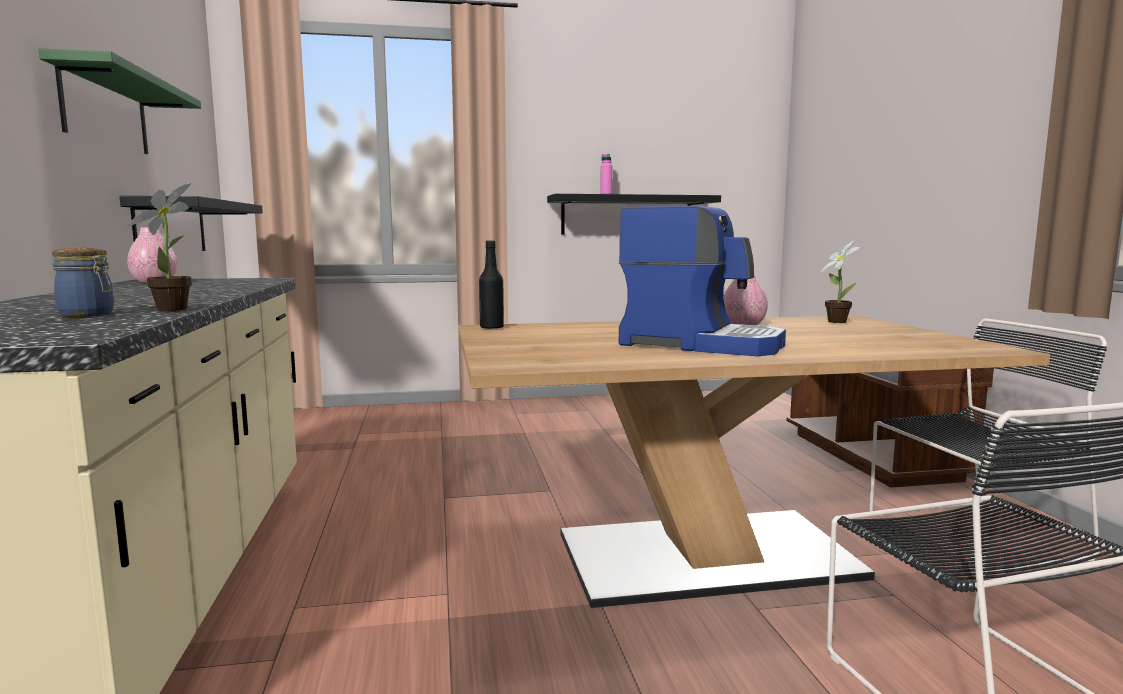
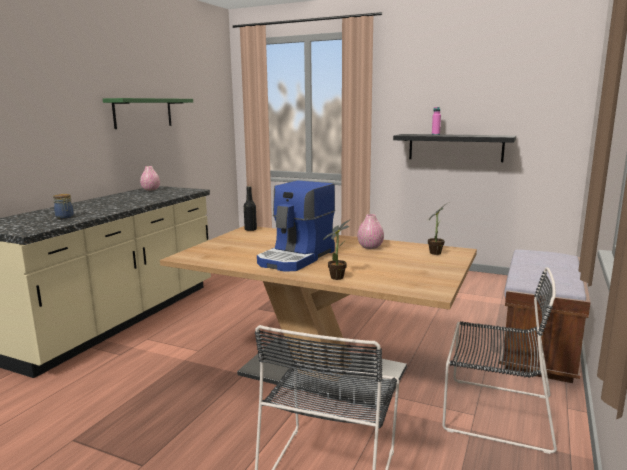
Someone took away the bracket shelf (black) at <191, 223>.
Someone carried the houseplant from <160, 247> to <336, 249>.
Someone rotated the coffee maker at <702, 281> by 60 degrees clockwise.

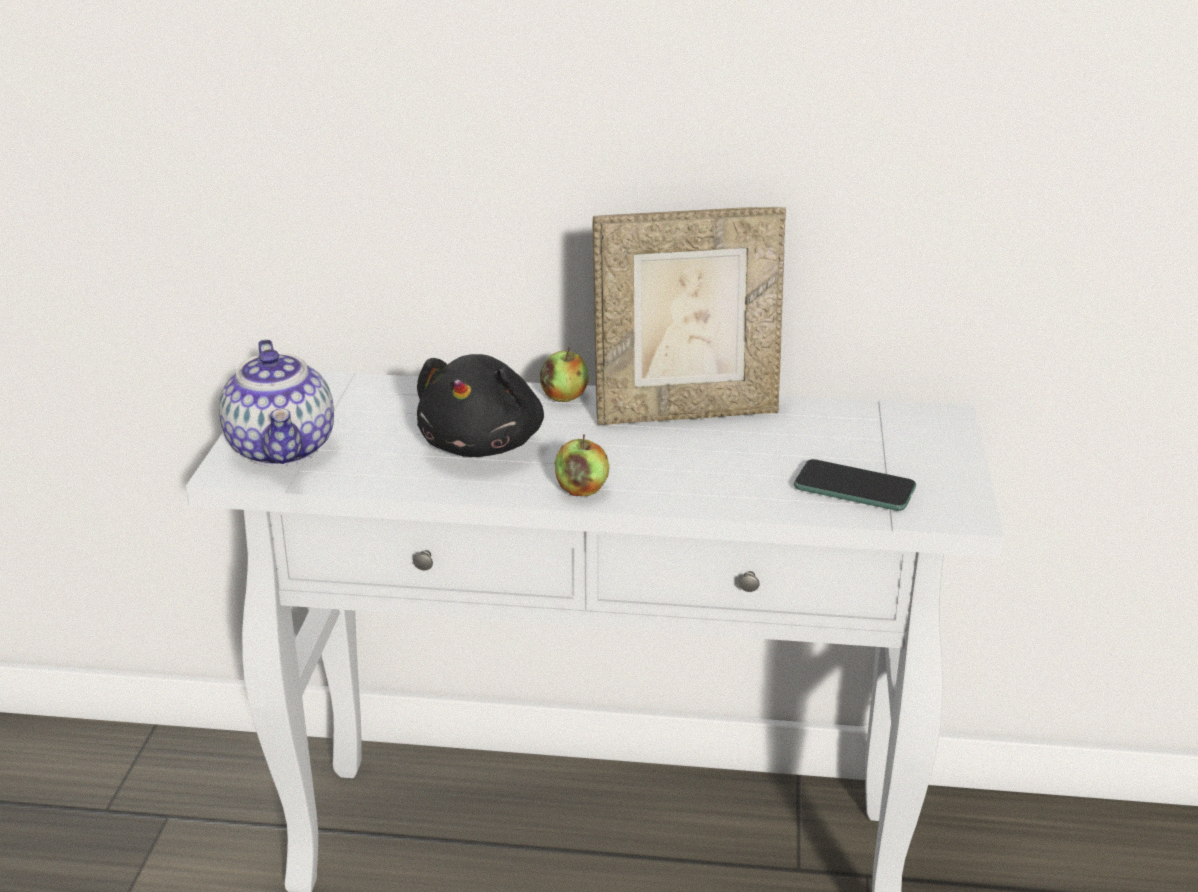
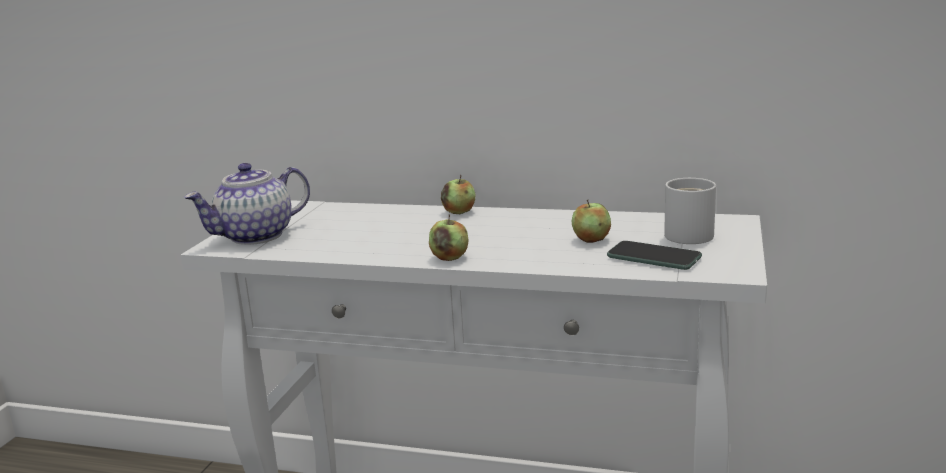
Someone took away the soft toy (black) at <480, 405>.
Someone took away the picture frame at <689, 316>.
Someone put down the apple fruit at <591, 221>.
Someone put down the mug (whitish) at <690, 211>.
Someone rotated the tea pot at <276, 402> by 60 degrees clockwise.

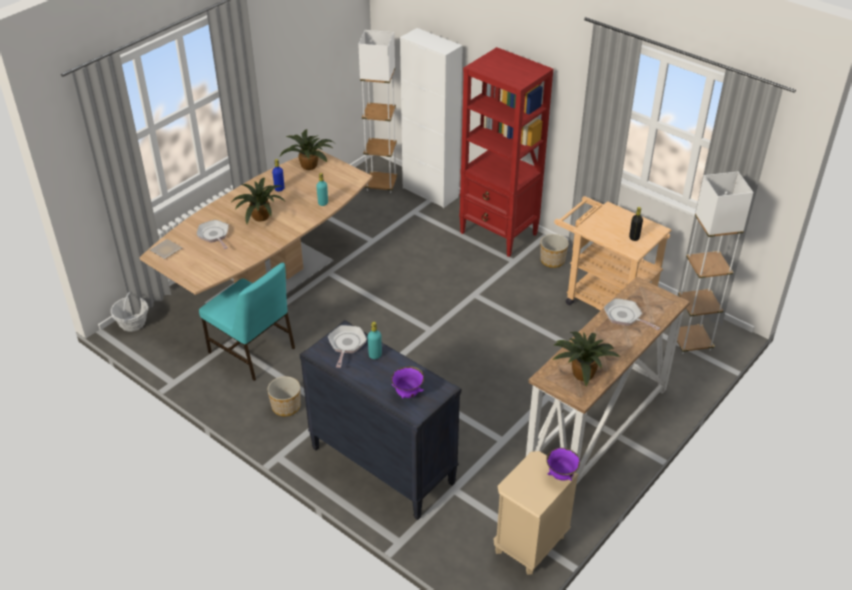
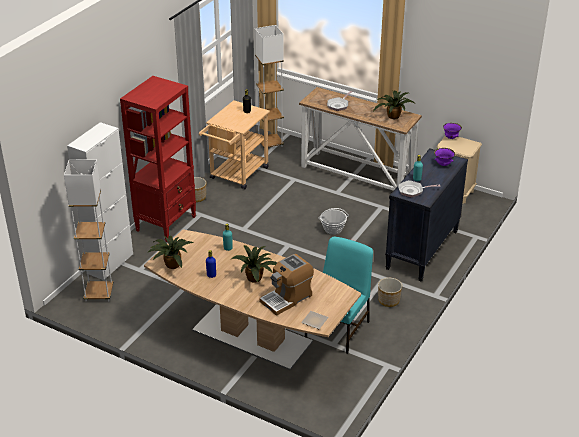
Someone carried the household basket from <129, 312> to <333, 221>.
Someone swapped the pan at <213, 234> for the coffee maker at <286, 285>.

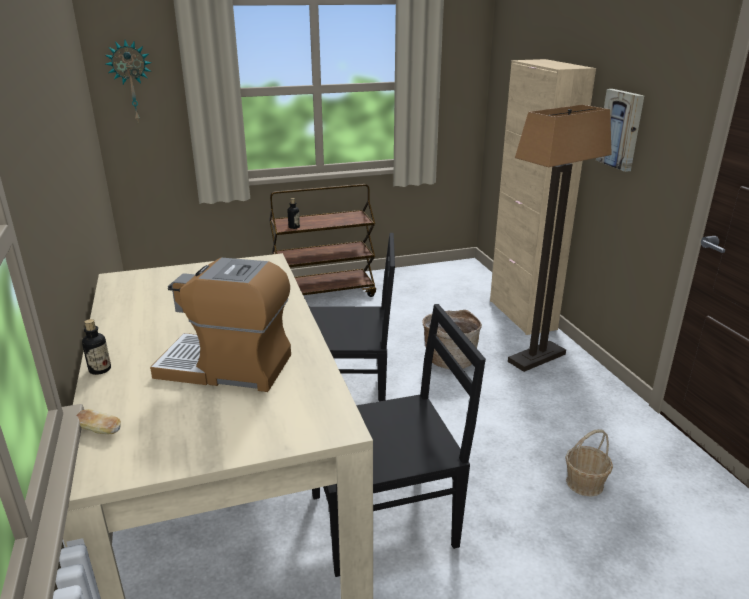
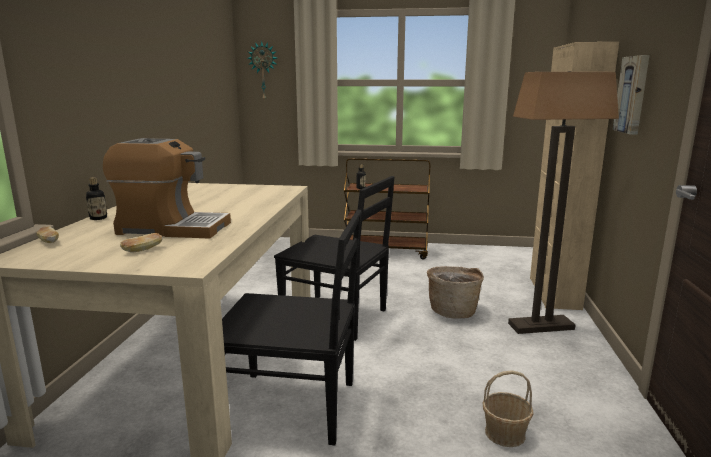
Someone put down the bakery bread at <141, 242>.
Someone rotated the coffee maker at <220, 324> by 150 degrees clockwise.

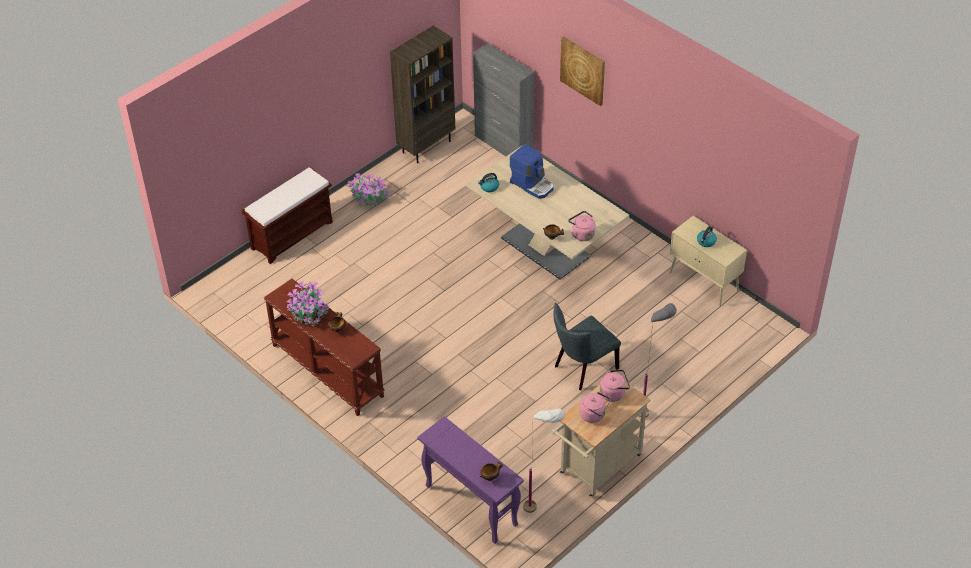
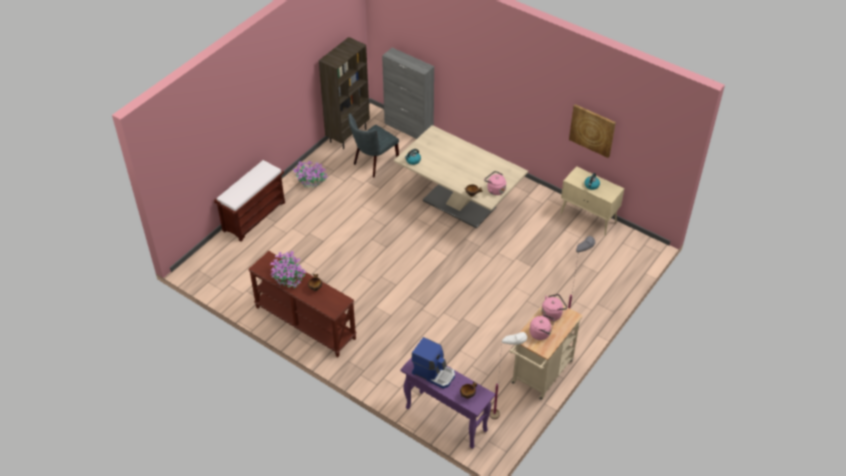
Someone carried the coffee maker from <532, 171> to <433, 363>.
Someone carried the chair (grey) from <587, 346> to <374, 145>.
Someone carried the wall picture from <582, 71> to <592, 131>.

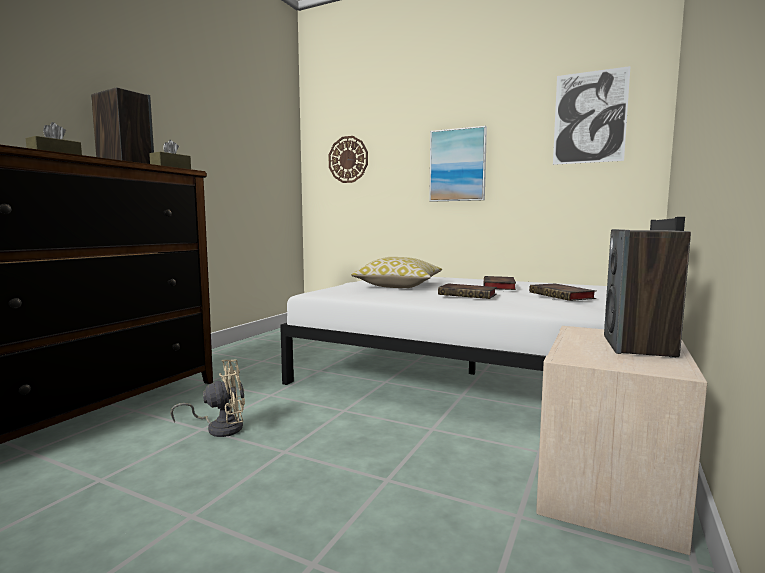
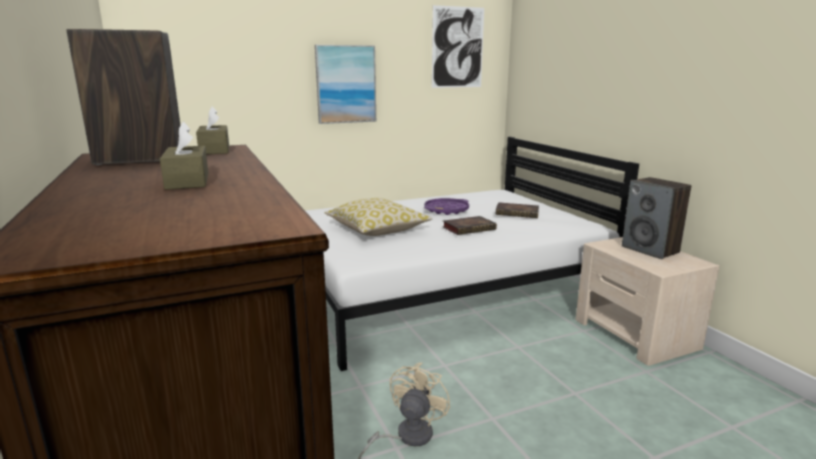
Someone took away the hanging clock at <348, 159>.
Someone swapped the bound book at <500, 283> for the carrying tray (purple) at <446, 206>.

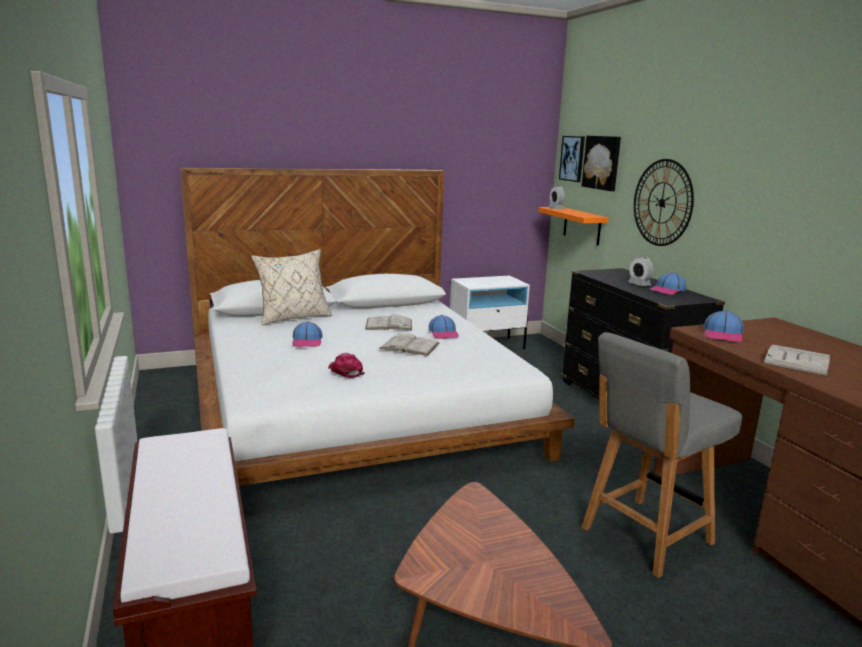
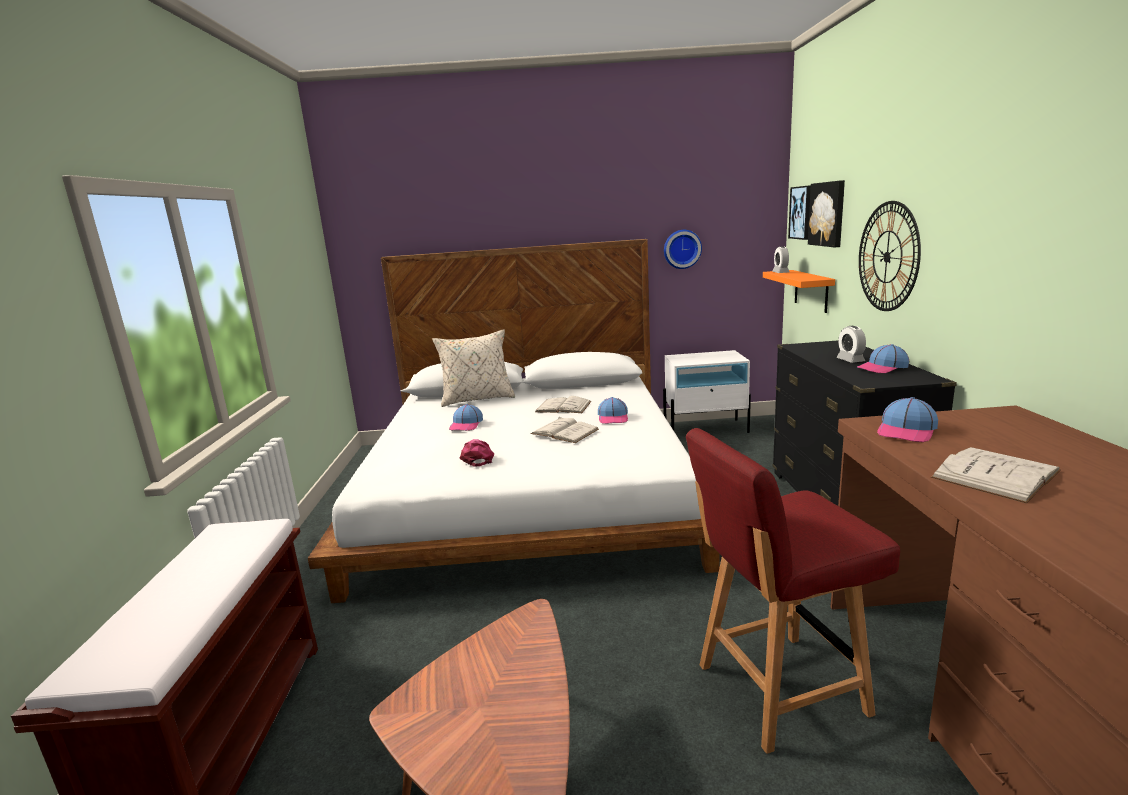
Someone put up the hanging clock at <683, 249>.
Someone repainted the chair (grey) at <662, 455>, which became the chair (red-coloured) at <793, 591>.

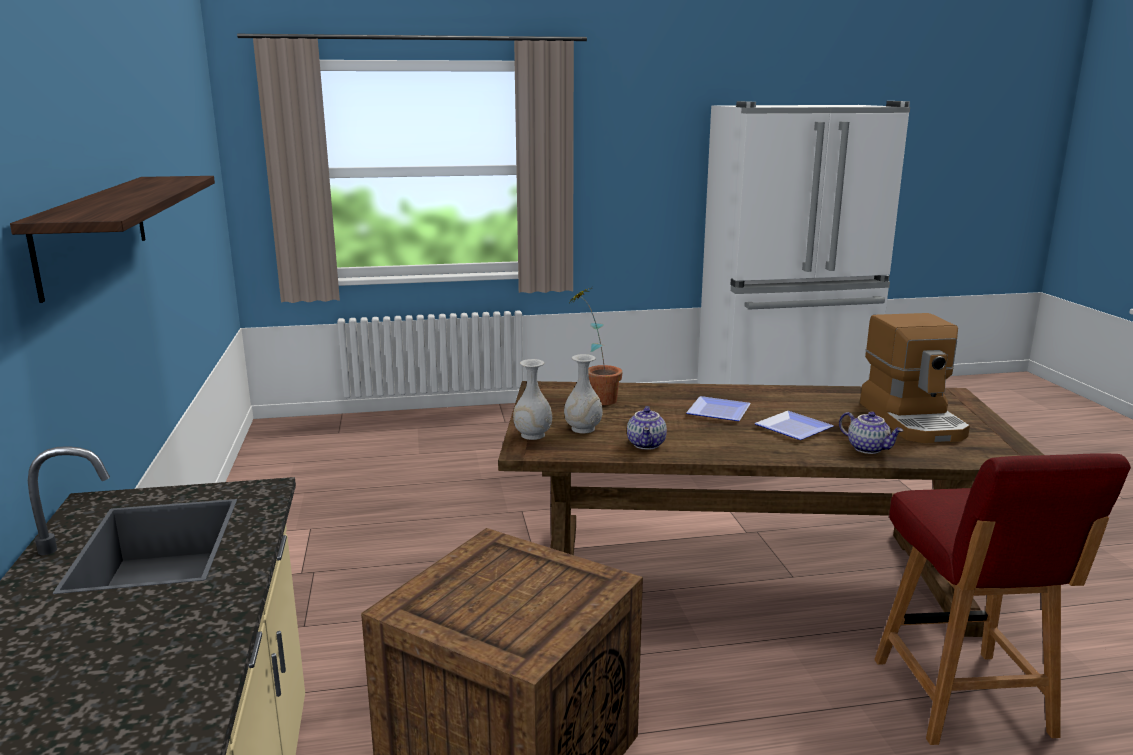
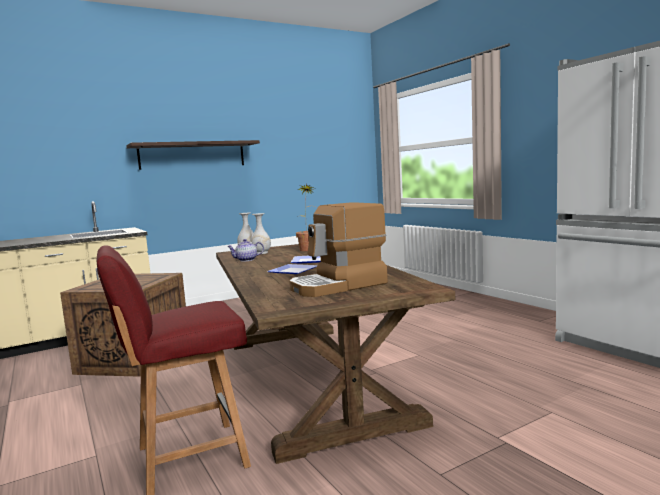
Someone took away the tea pot at <871, 433>.

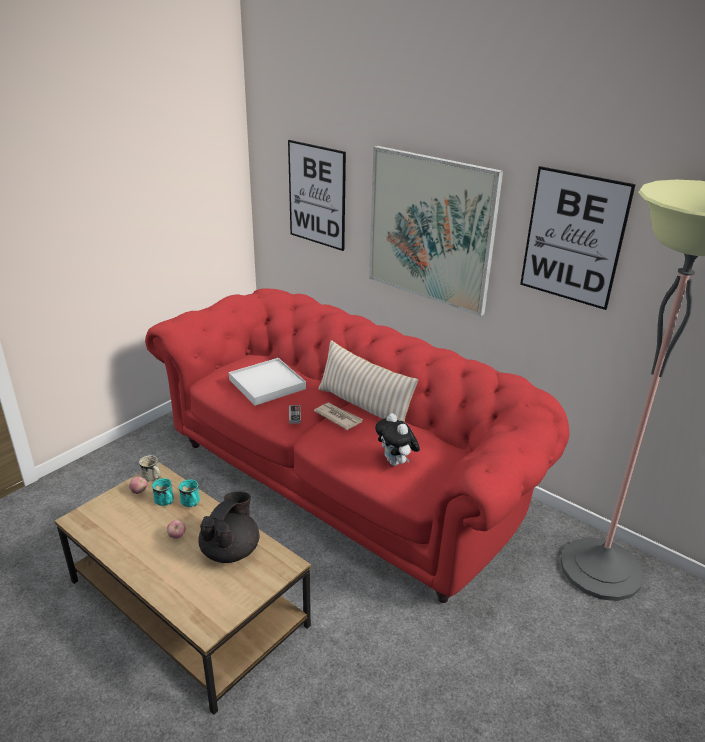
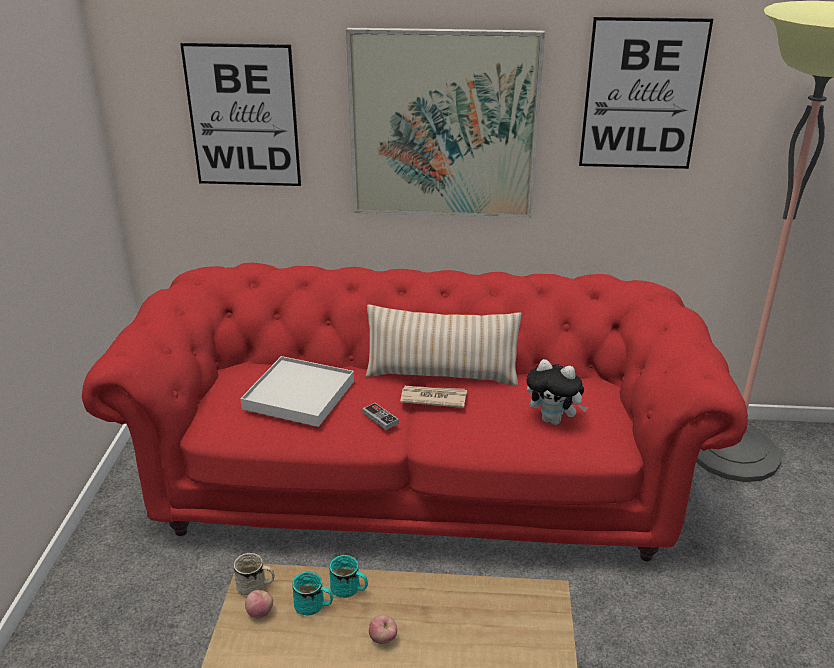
Someone took away the tea pot (black) at <228, 527>.

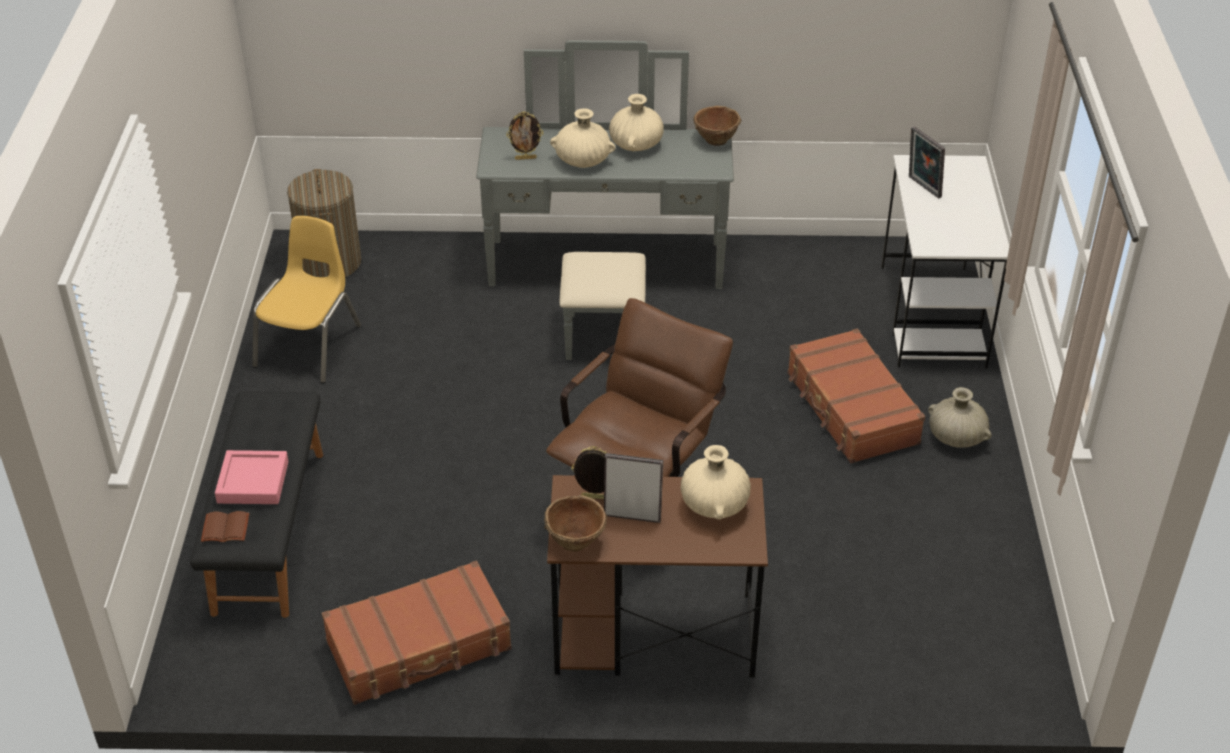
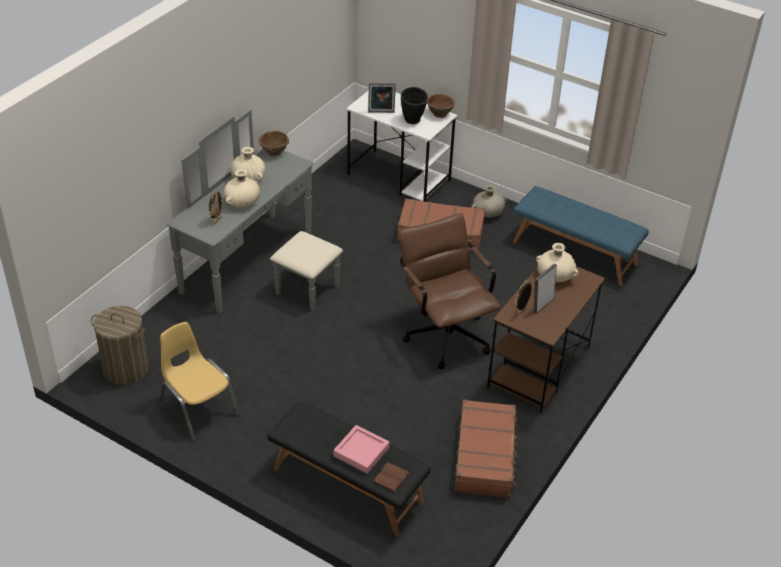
Someone put down the decorative vase (black) at <414, 105>.
Someone put down the indoor bench (blue) at <581, 236>.
Someone carried the serving bowl (brown-coloured) from <575, 523> to <441, 106>.

